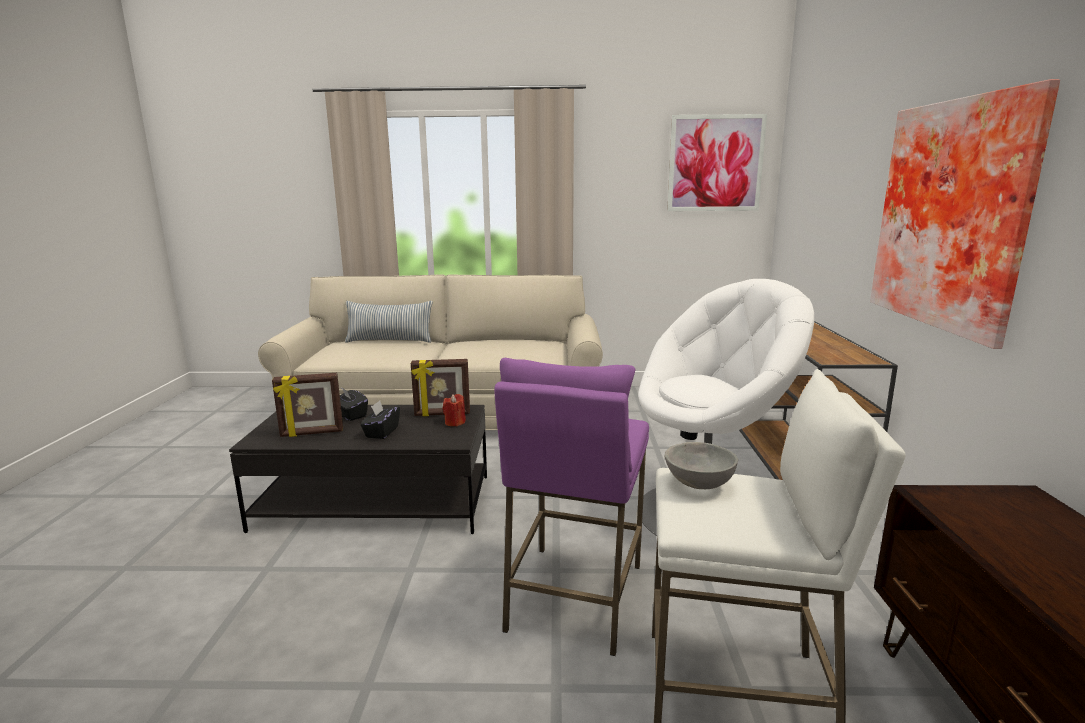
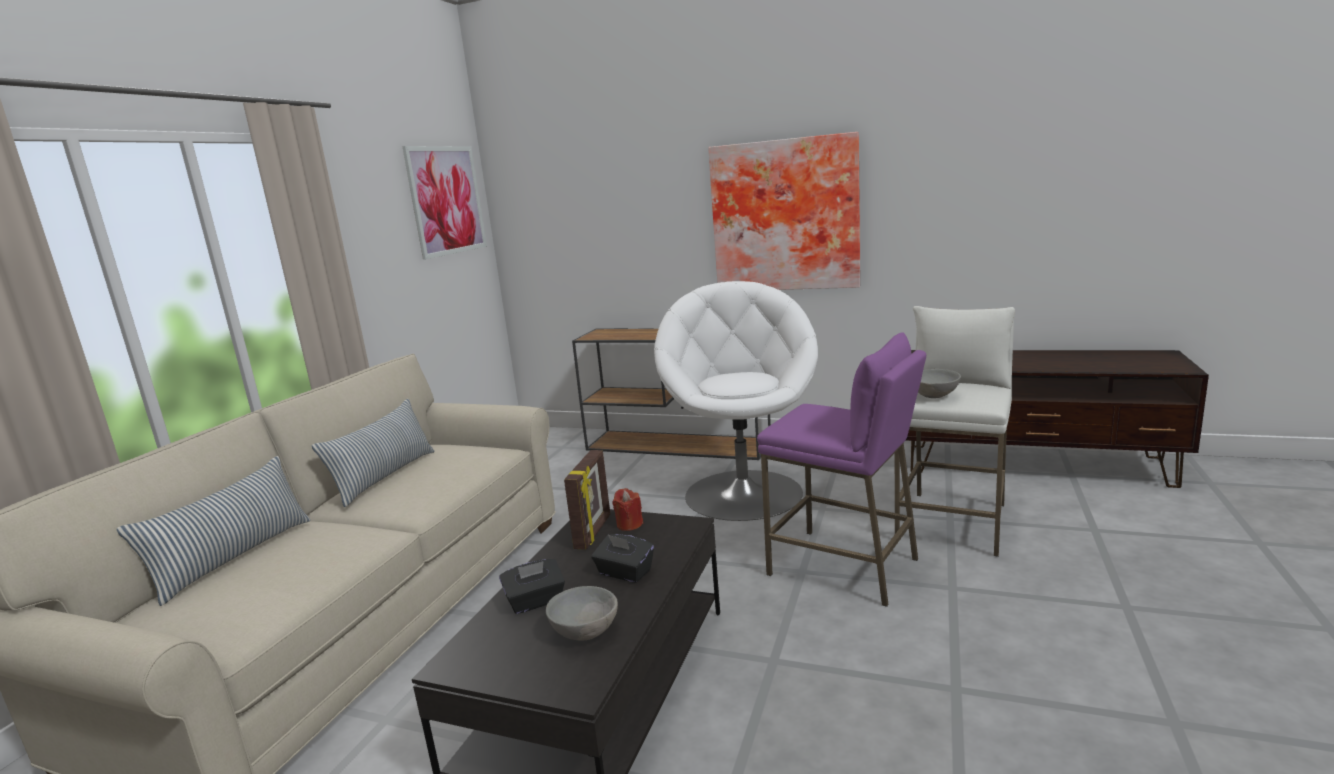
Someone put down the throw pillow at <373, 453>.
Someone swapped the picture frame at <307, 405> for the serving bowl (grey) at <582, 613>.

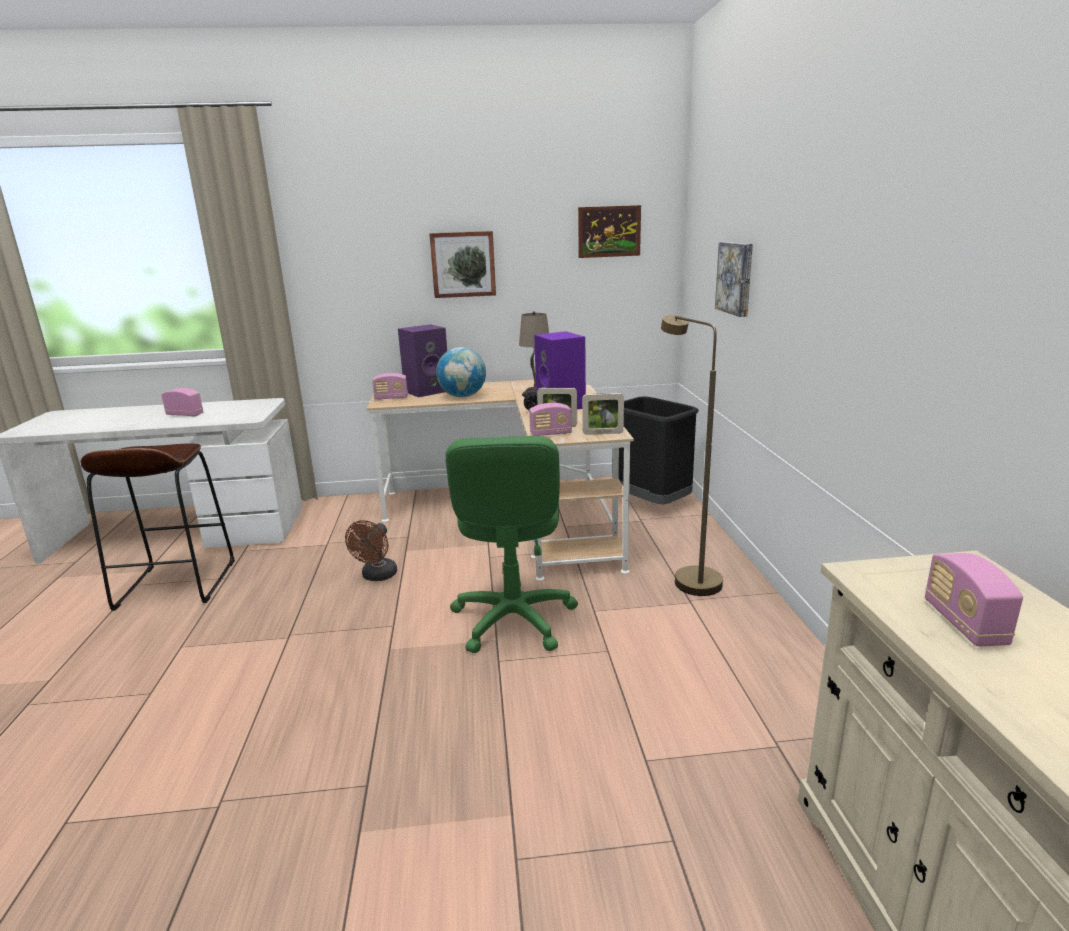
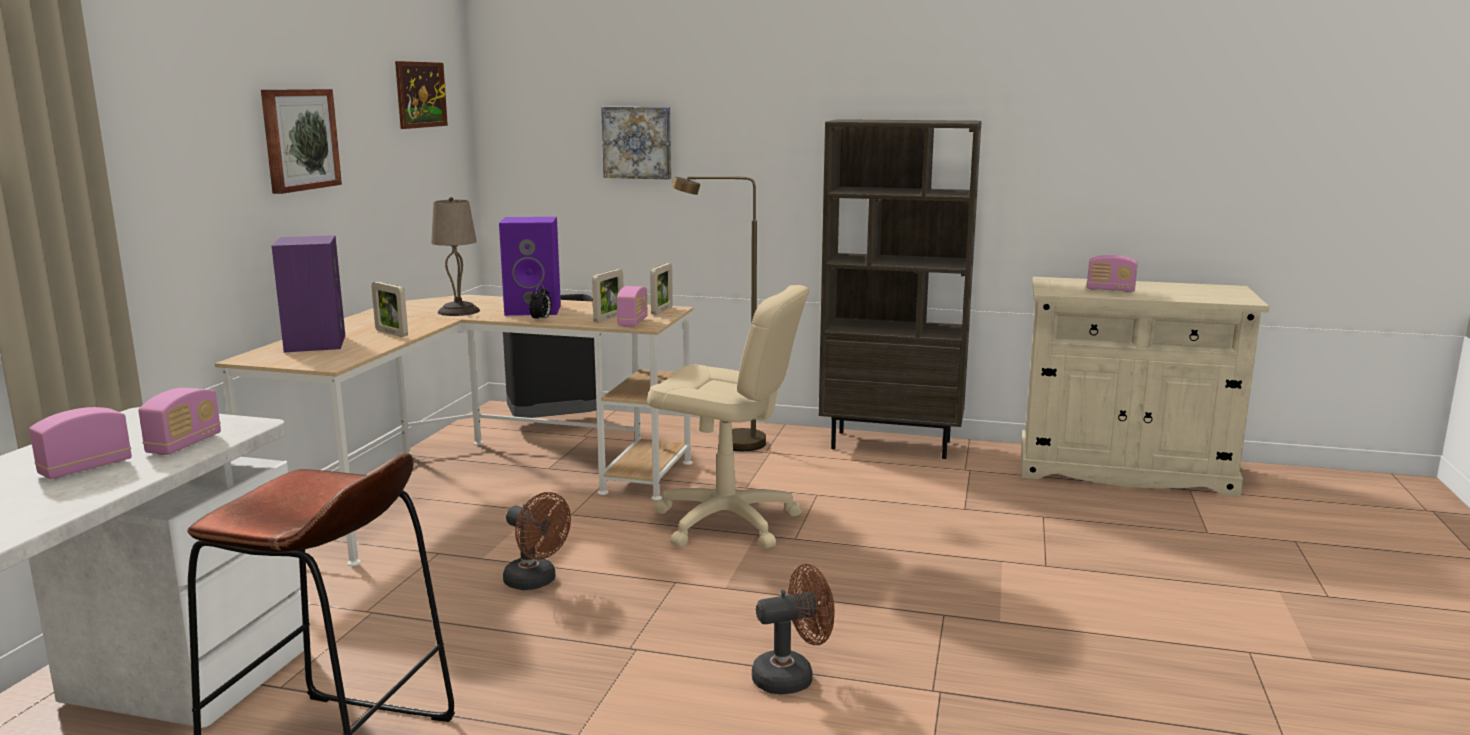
Someone put down the electric fan (brown-coloured) at <793, 629>.
Someone put down the bookcase (brown-coloured) at <900, 289>.
Someone carried the radio from <390, 386> to <179, 421>.
Someone swapped the desk globe at <461, 372> for the picture frame at <390, 309>.
Someone repainted the office chair (green-coloured) at <511, 544>, which became the office chair (beige-coloured) at <728, 417>.

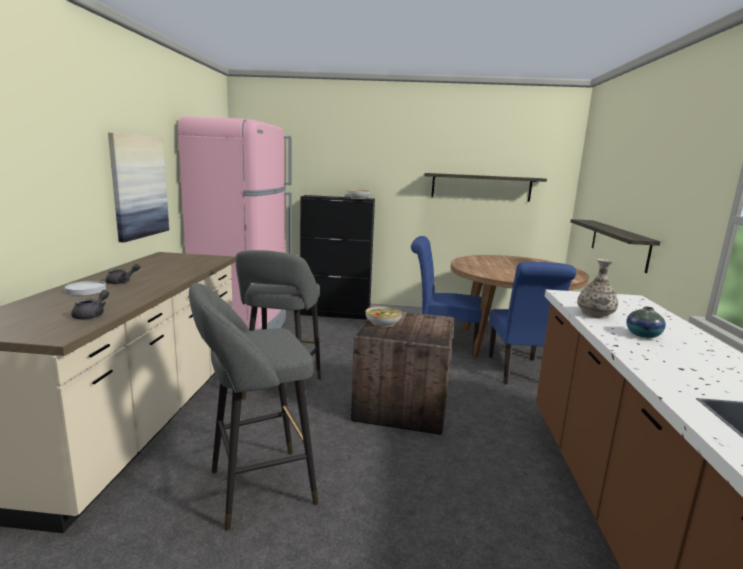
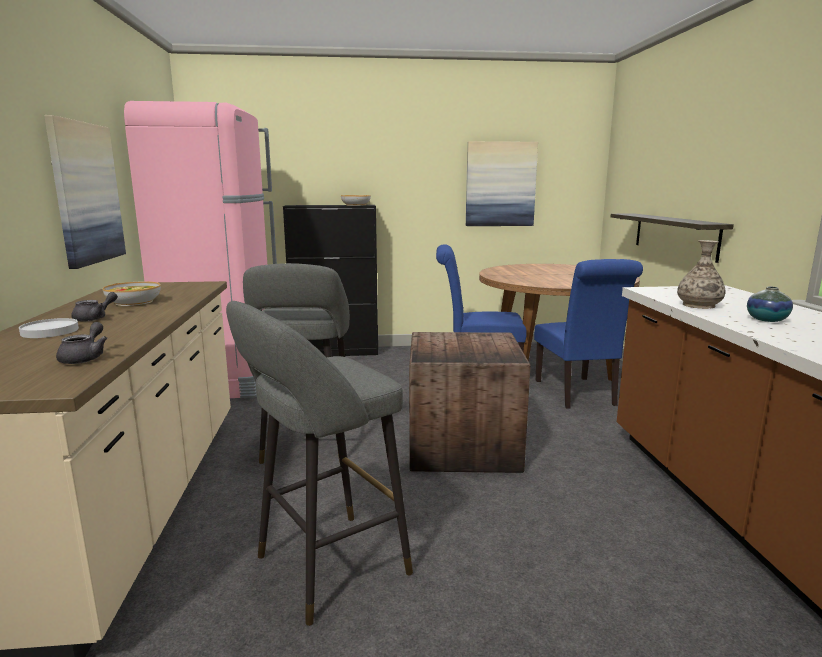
Someone carried the serving bowl from <383, 316> to <132, 293>.
Someone swapped the bracket shelf at <485, 187> for the wall picture at <502, 183>.

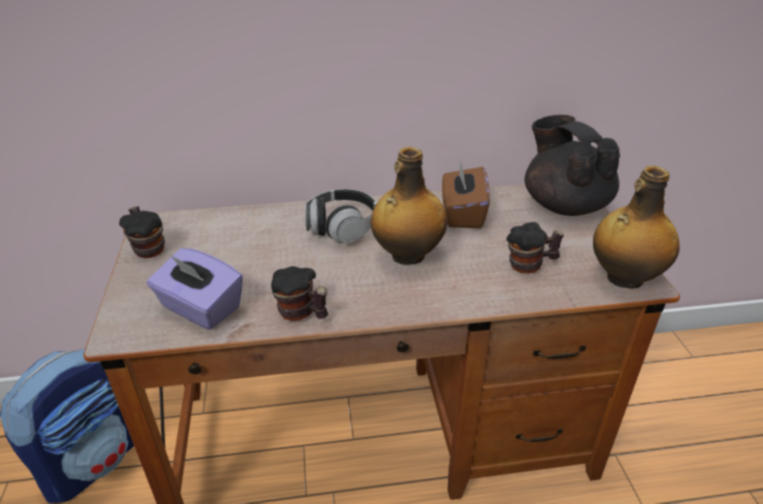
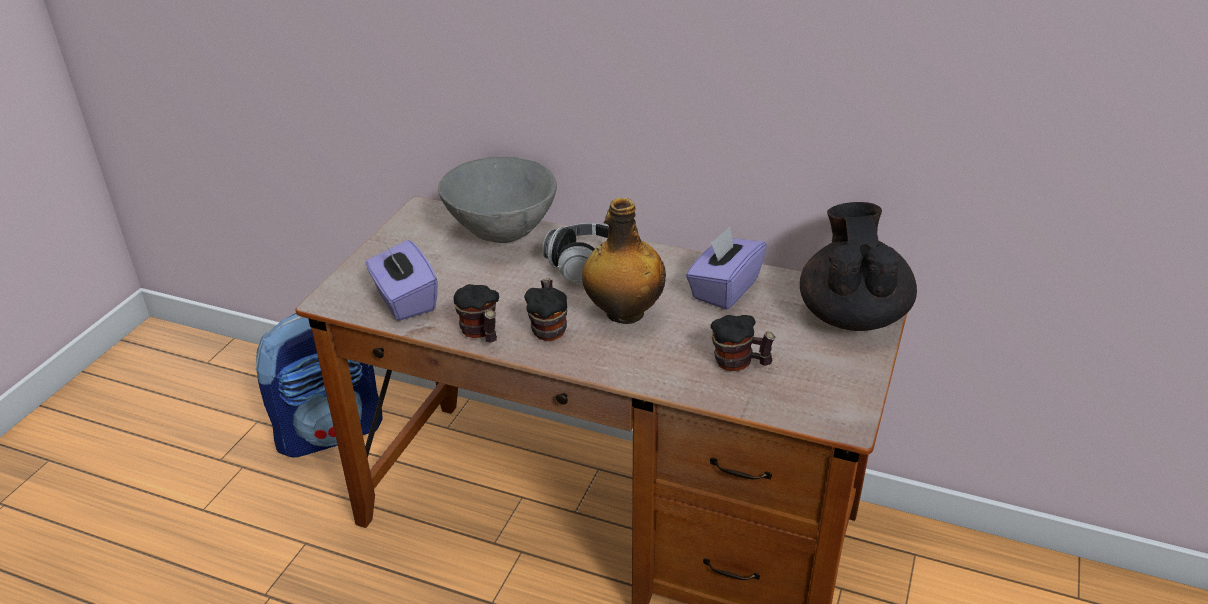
Someone took away the bottle at <636, 227>.
Someone put down the serving bowl (grey) at <497, 200>.
Someone carried the mug from <142, 232> to <545, 310>.
Someone repainted the tissue box (brown-coloured) at <466, 194>, which became the tissue box (purple) at <726, 268>.

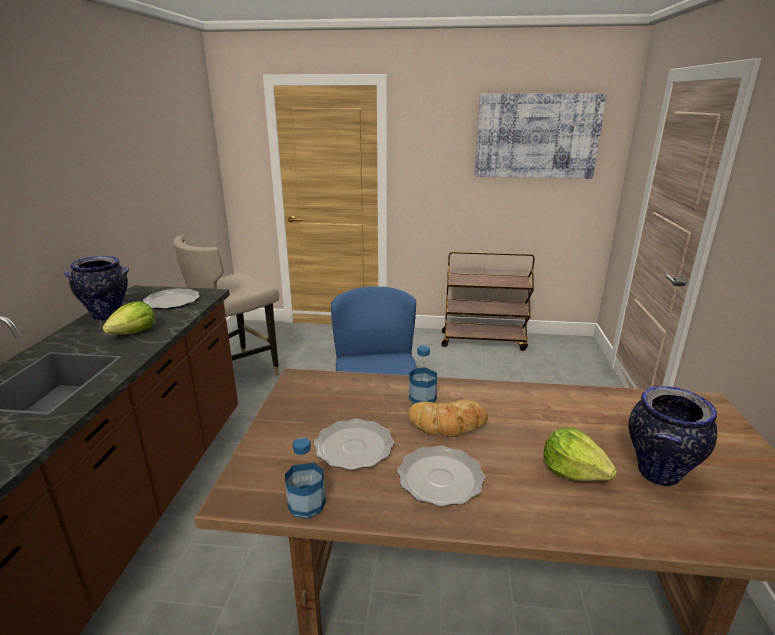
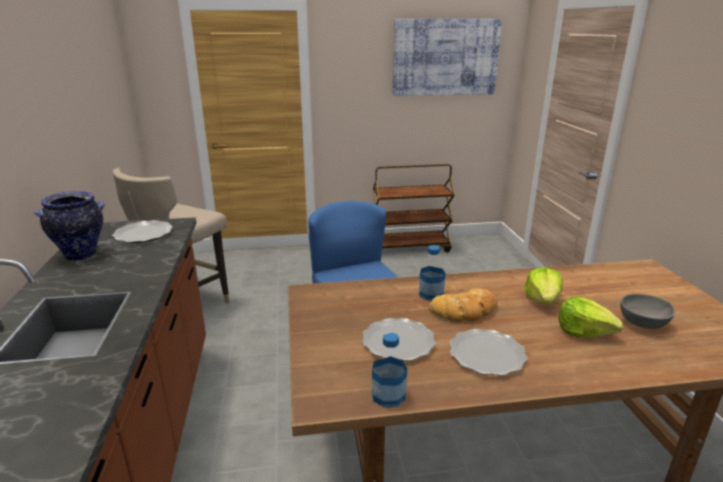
Someone carried the head of lettuce from <128, 318> to <543, 286>.
Someone swapped the decorative vase at <673, 436> for the serving bowl (grey) at <647, 311>.

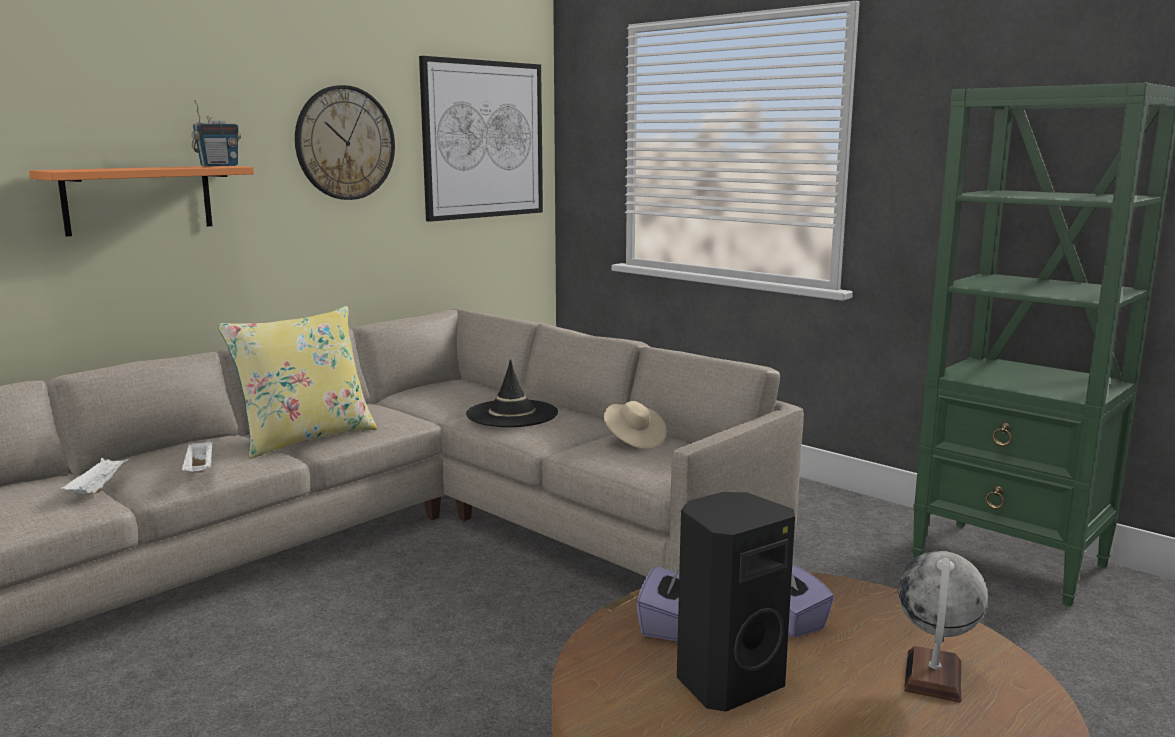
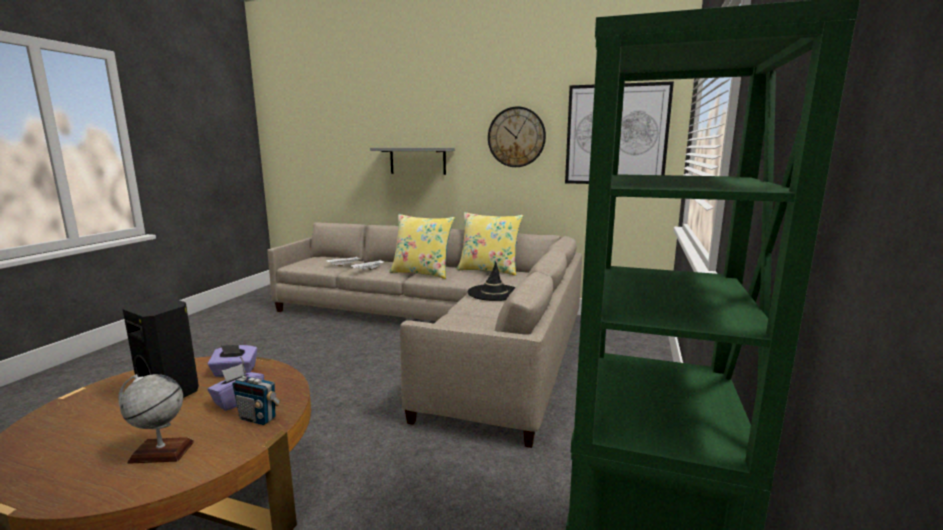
Someone took away the clothing hat (beige-coloured) at <635, 425>.
Someone put down the throw pillow (yellow) at <489, 244>.
Someone carried the radio from <216, 133> to <256, 390>.
Someone repainted the bracket shelf (orange) at <141, 201>, which became the bracket shelf (grey) at <412, 161>.

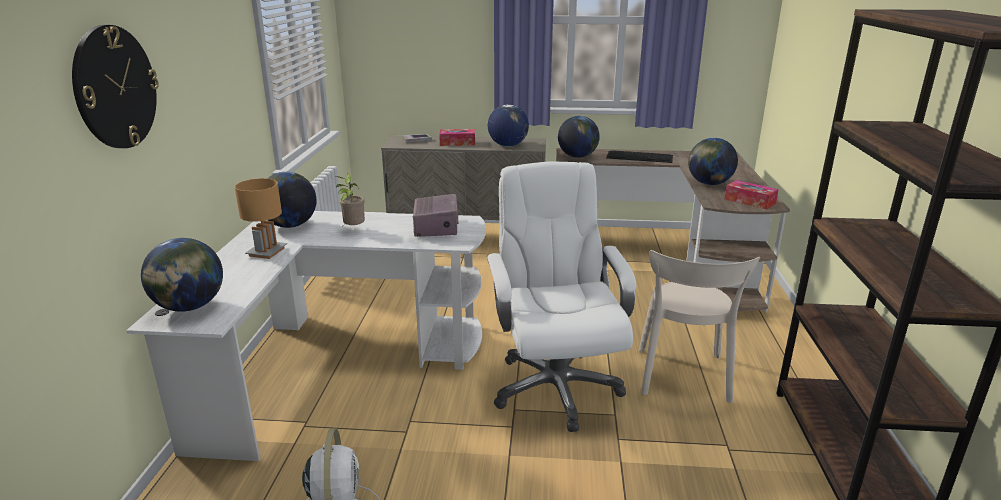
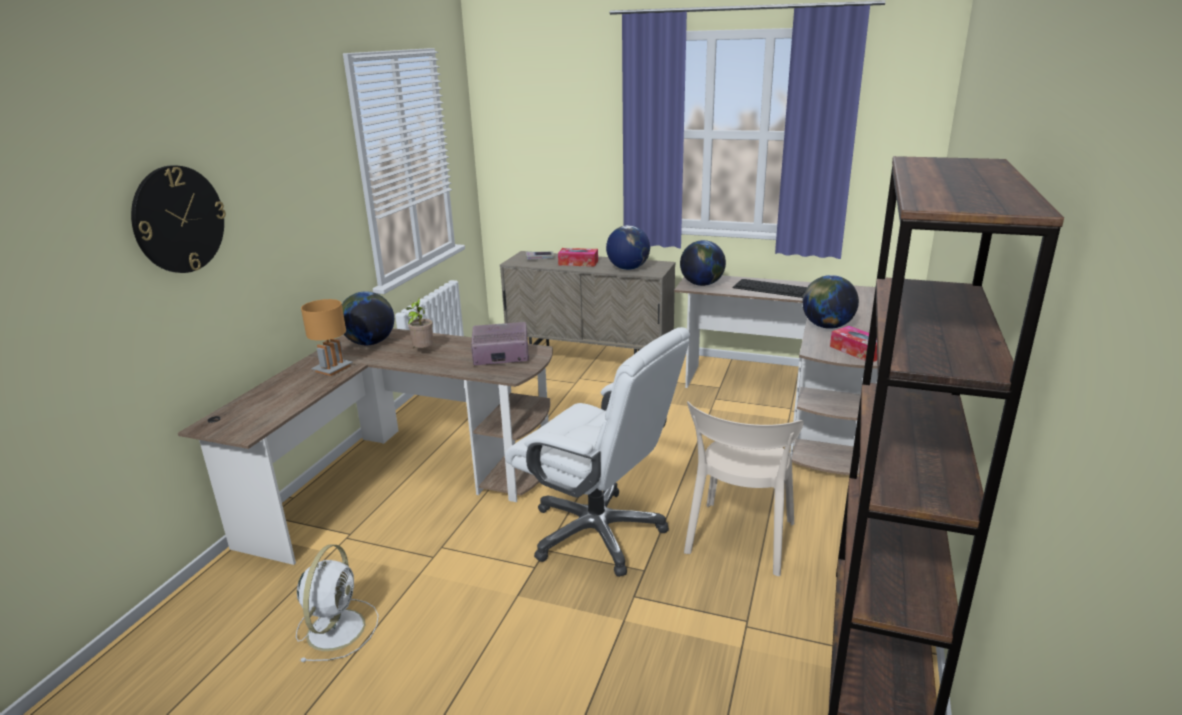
Someone took away the desk globe at <182, 275>.
Someone repainted the desk unit (whitish) at <306, 336>, which became the desk unit (brown-coloured) at <365, 446>.
Someone rotated the radio at <435, 215> by 105 degrees counterclockwise.
Someone rotated the office chair (whitish) at <561, 297> by 120 degrees clockwise.

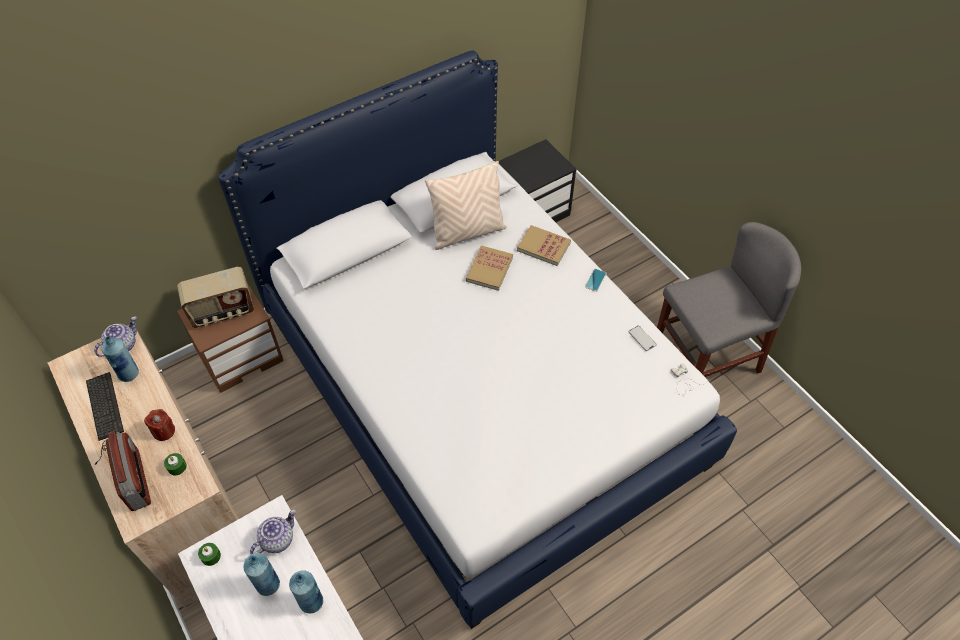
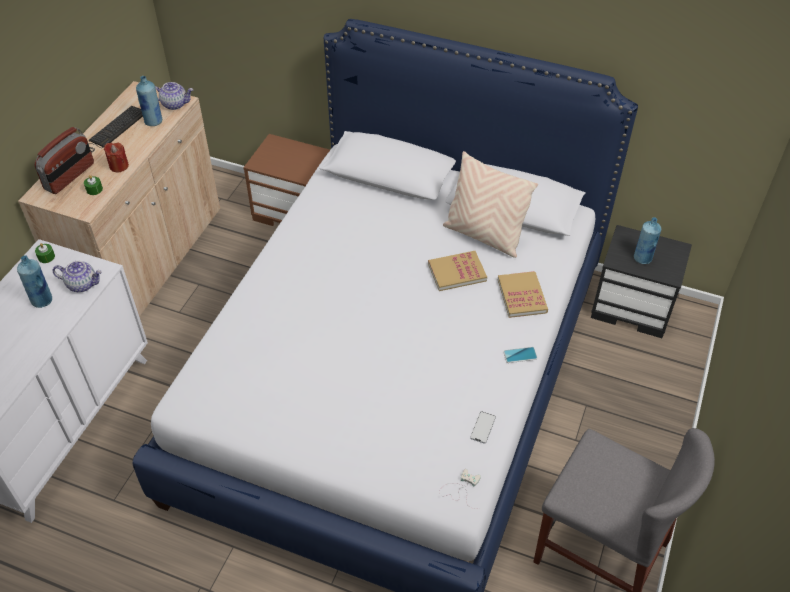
Someone took away the radio at <215, 297>.
Someone carried the bottle (blue) from <306, 591> to <647, 240>.

